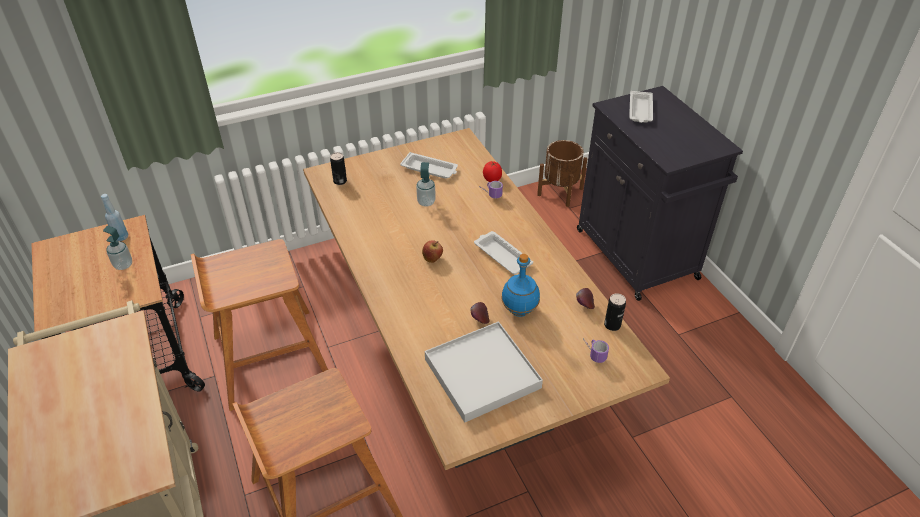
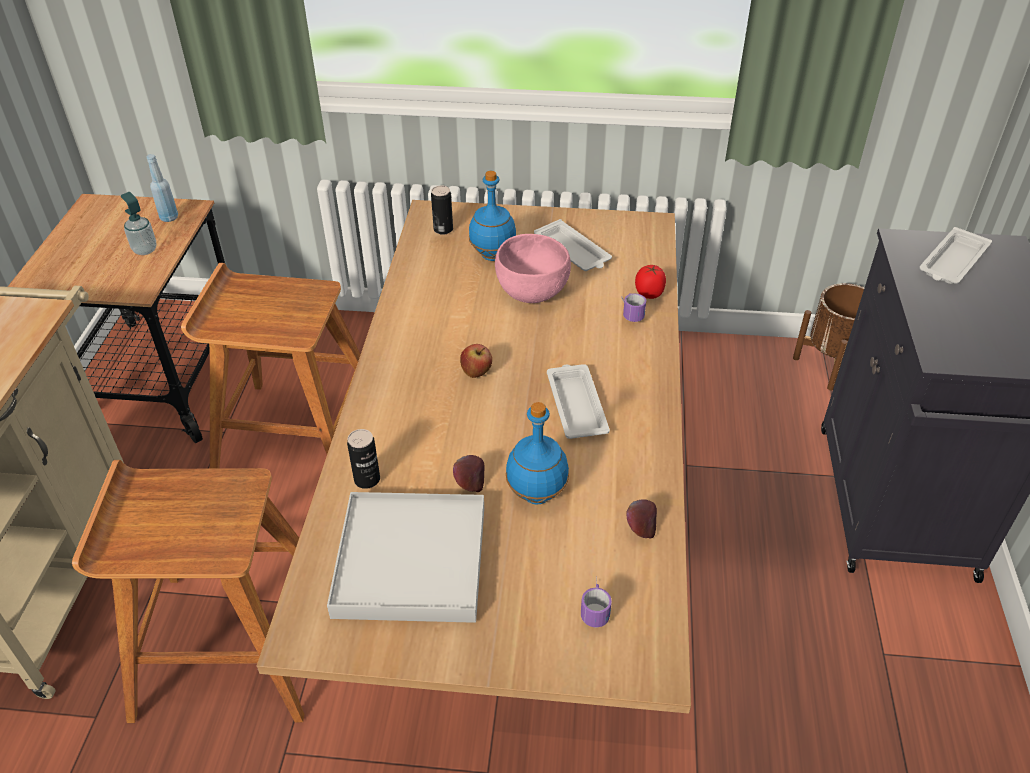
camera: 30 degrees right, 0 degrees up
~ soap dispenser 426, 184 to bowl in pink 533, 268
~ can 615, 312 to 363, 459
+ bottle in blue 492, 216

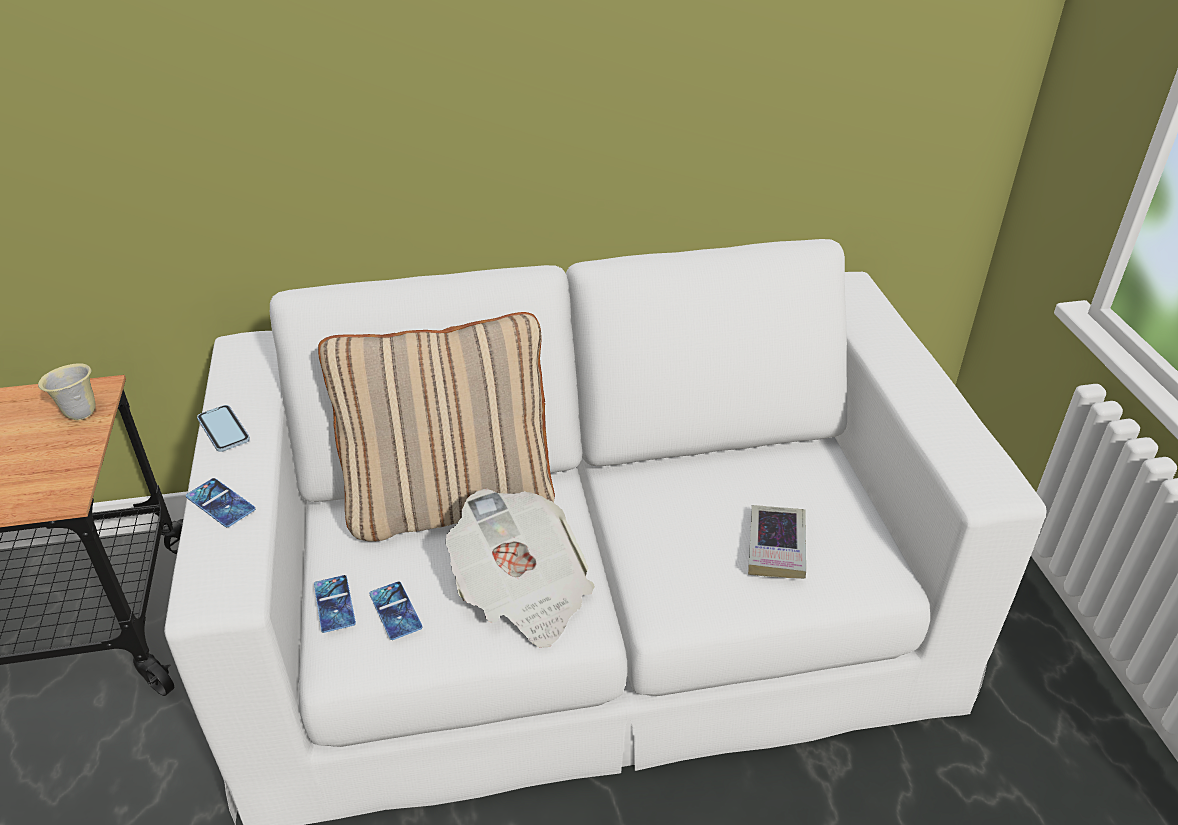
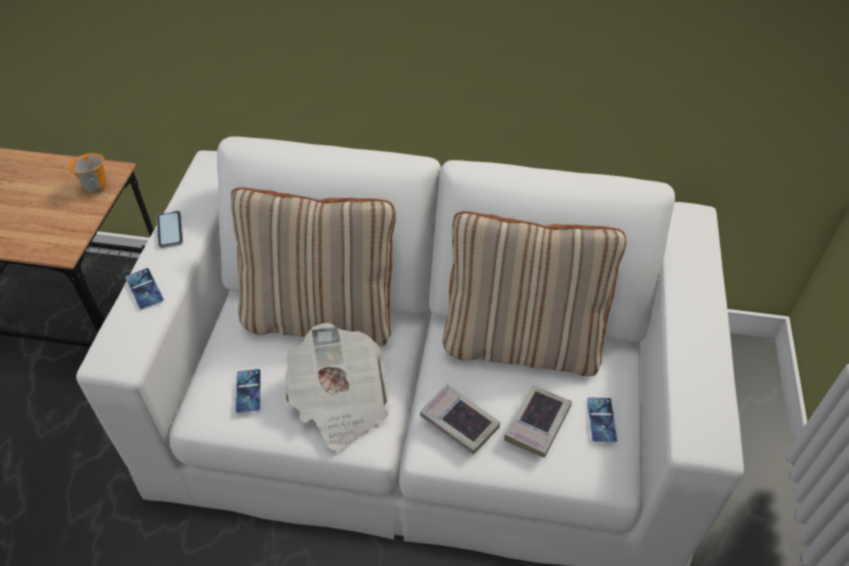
camera: 20 degrees right, 10 degrees up
~ mug in beige 67, 391 to mug in orange 87, 173
~ phone 335, 604 to 602, 419
+ pillow in beige 534, 293
+ book 460, 419

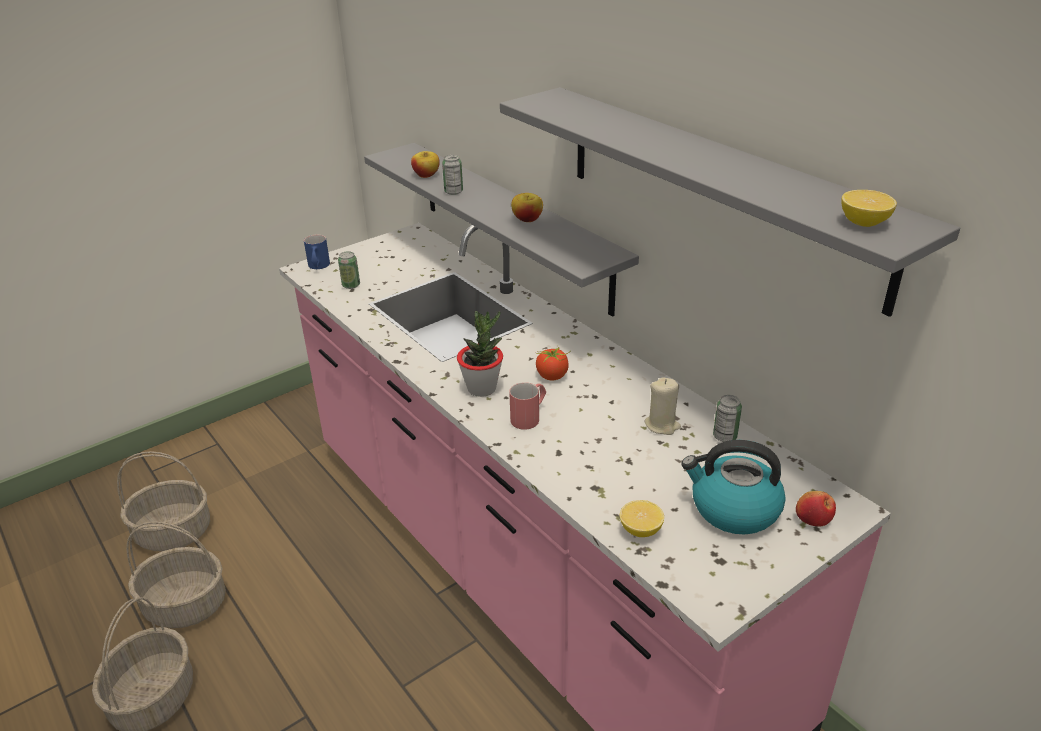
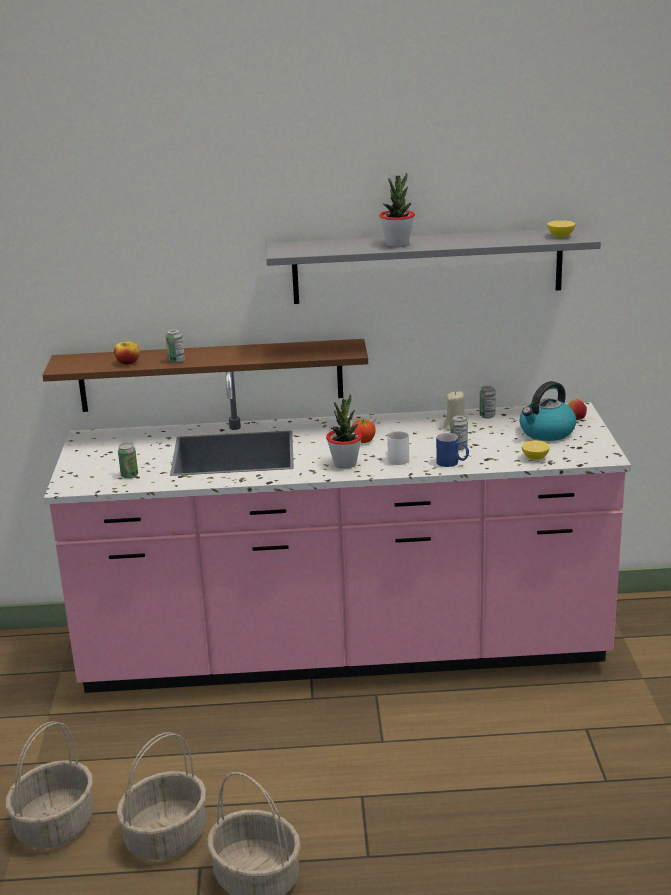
camera: 55 degrees left, 10 degrees down
~ shelf in grey 501, 230 to shelf in brown 205, 375
- apple 527, 207
~ mug in blue 317, 252 to 452, 450
~ mug in red 527, 406 to mug in white 398, 448
+ potted plant 397, 210
+ can 459, 432

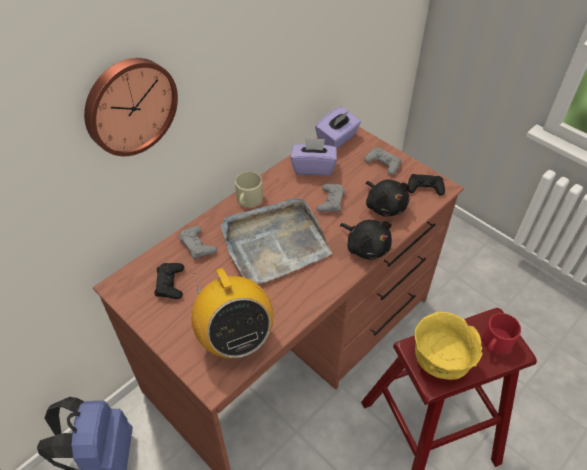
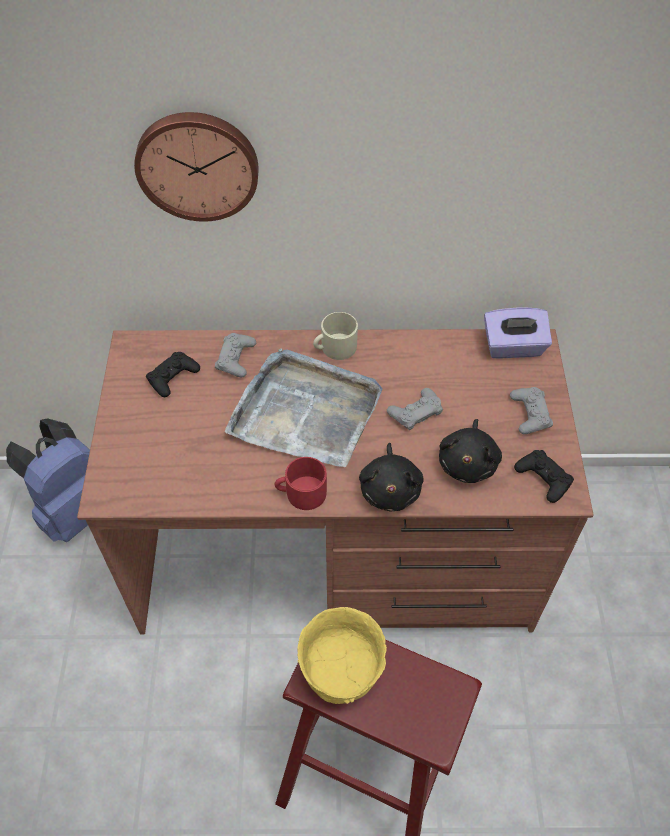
camera: 45 degrees right, 5 degrees up
- tissue box in purple 314, 156
- radio 232, 313
~ mug in red 501, 333 to 301, 483

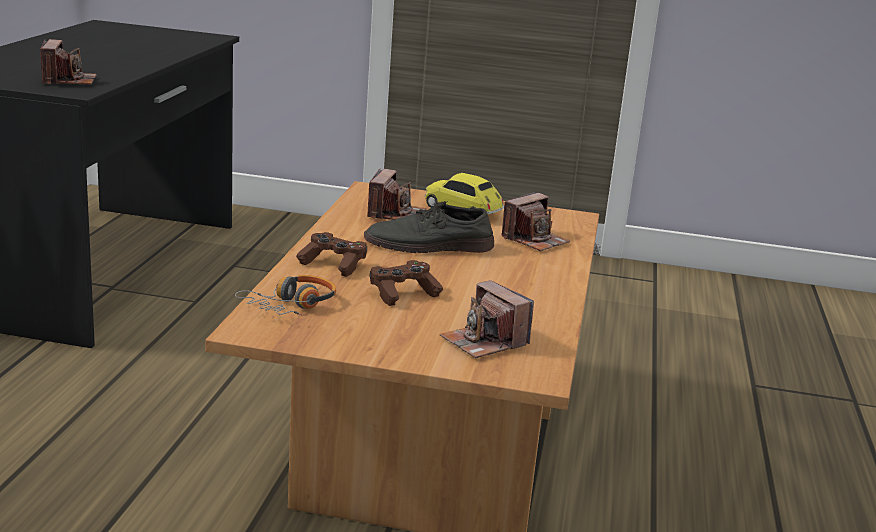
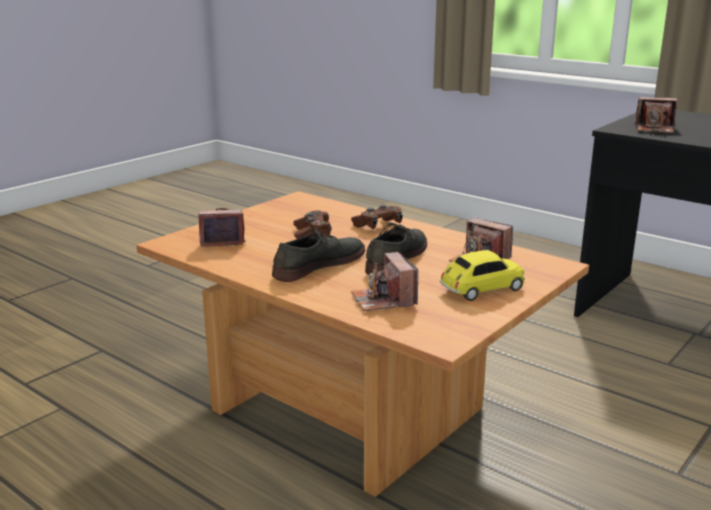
camera: 120 degrees right, 0 degrees up
- headphones 285, 295
+ shoe in grey 318, 255

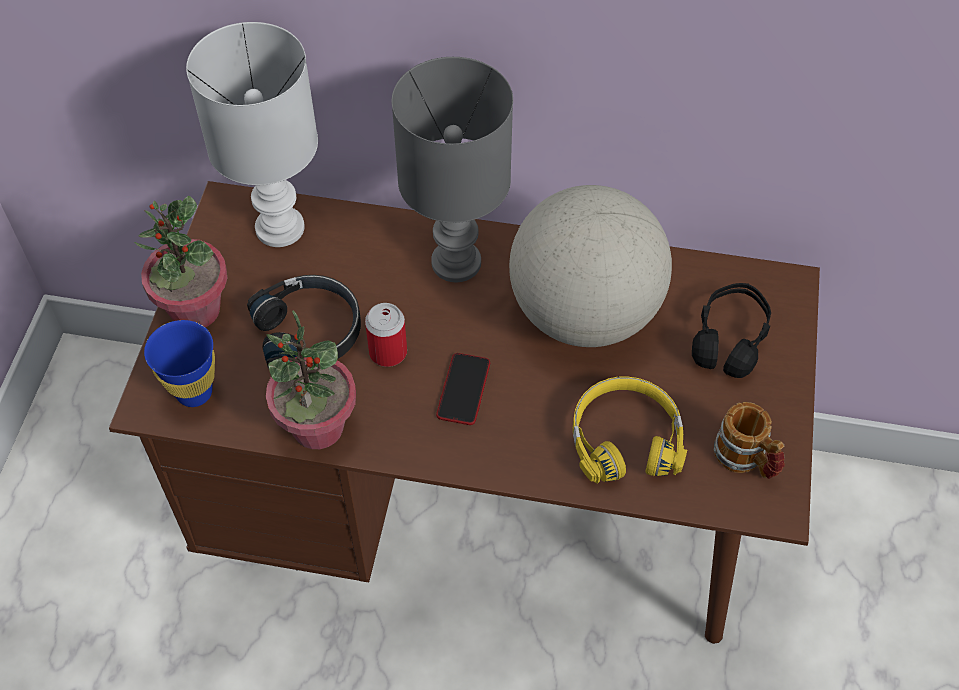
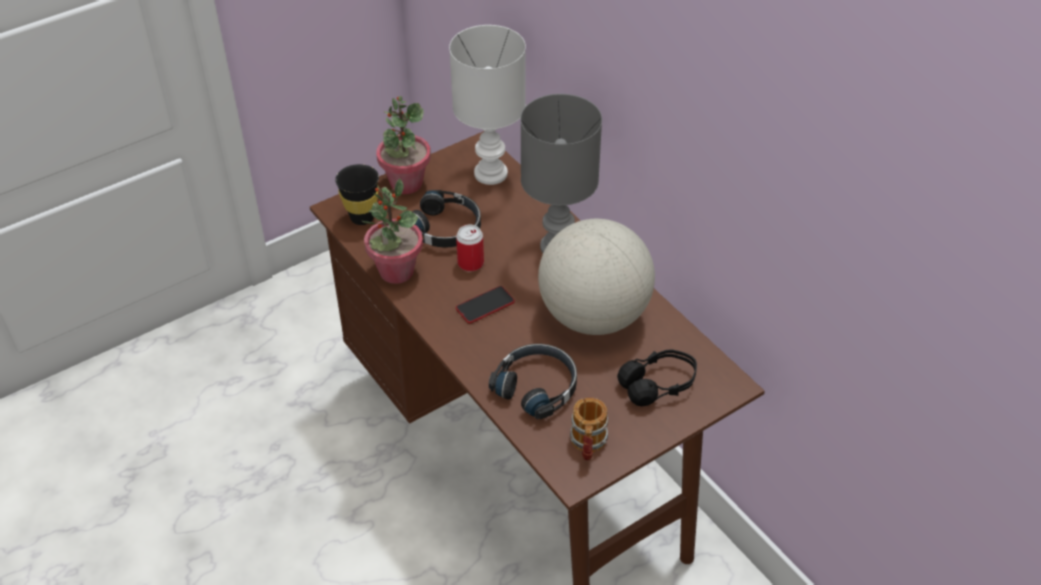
camera: 45 degrees right, 10 degrees down
~ cup in blue 179, 363 to cup in black 357, 194
~ headphones in yellow 630, 429 to headphones in black 533, 381

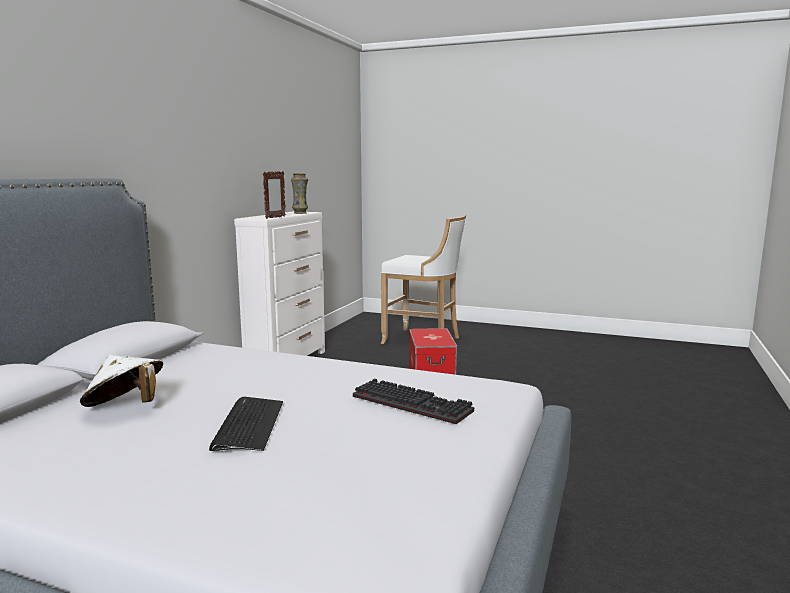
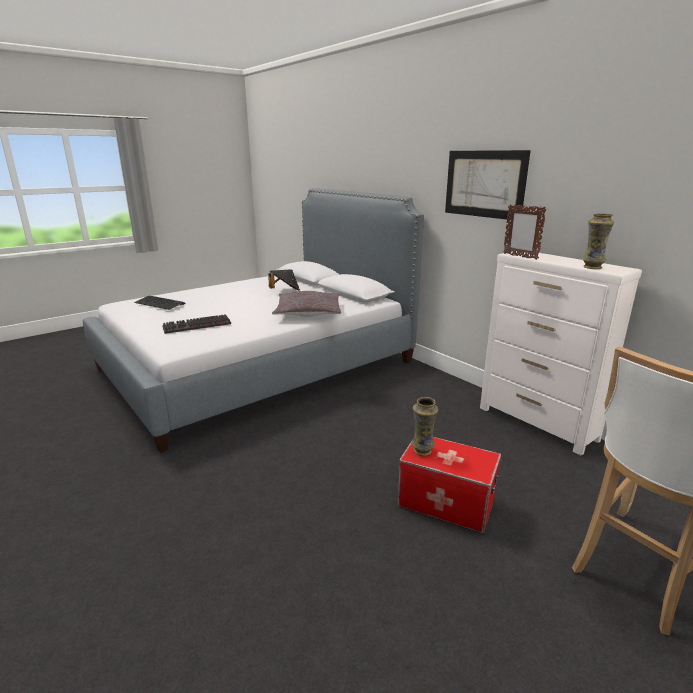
camera: 120 degrees right, 10 degrees up
~ hat in white 121, 381 to hat in black 284, 280
~ keyboard 246, 424 to 160, 303
+ picture 488, 185
+ pillow in grey 306, 303
+ vase 424, 426

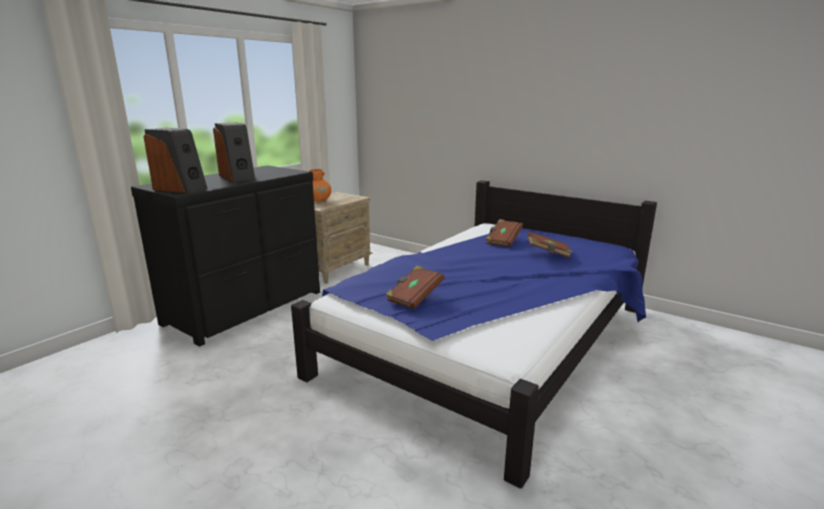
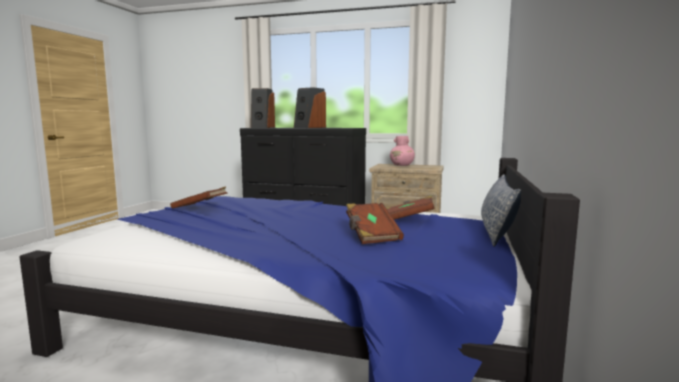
camera: 70 degrees right, 10 degrees down
~ vase in orange 320, 185 to vase in pink 402, 151
+ pillow 501, 210

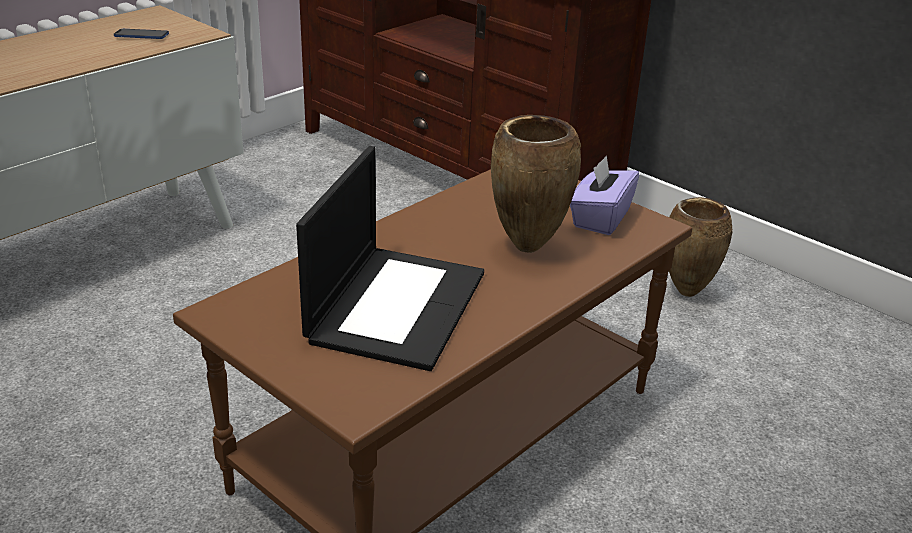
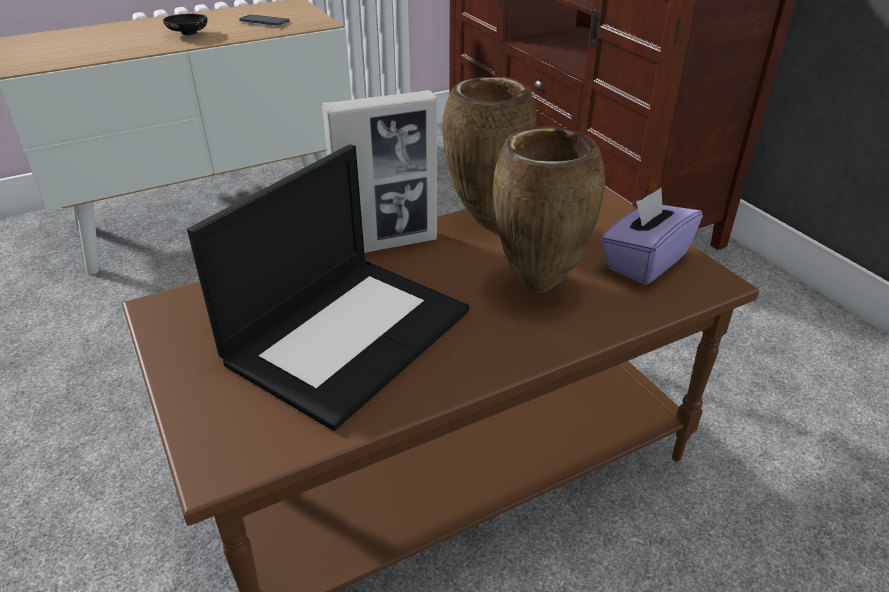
camera: 20 degrees right, 5 degrees up
~ vase in brown 700, 247 to 489, 150
+ bowl in black 185, 24
+ picture frame 379, 171

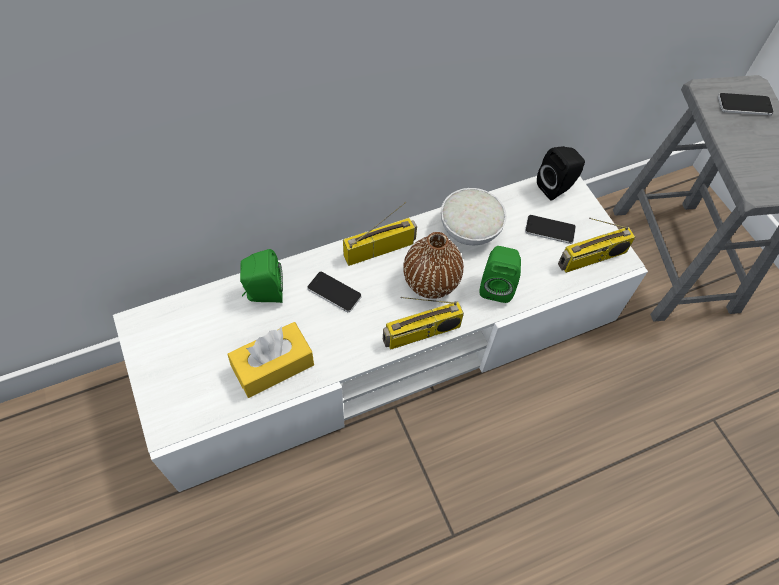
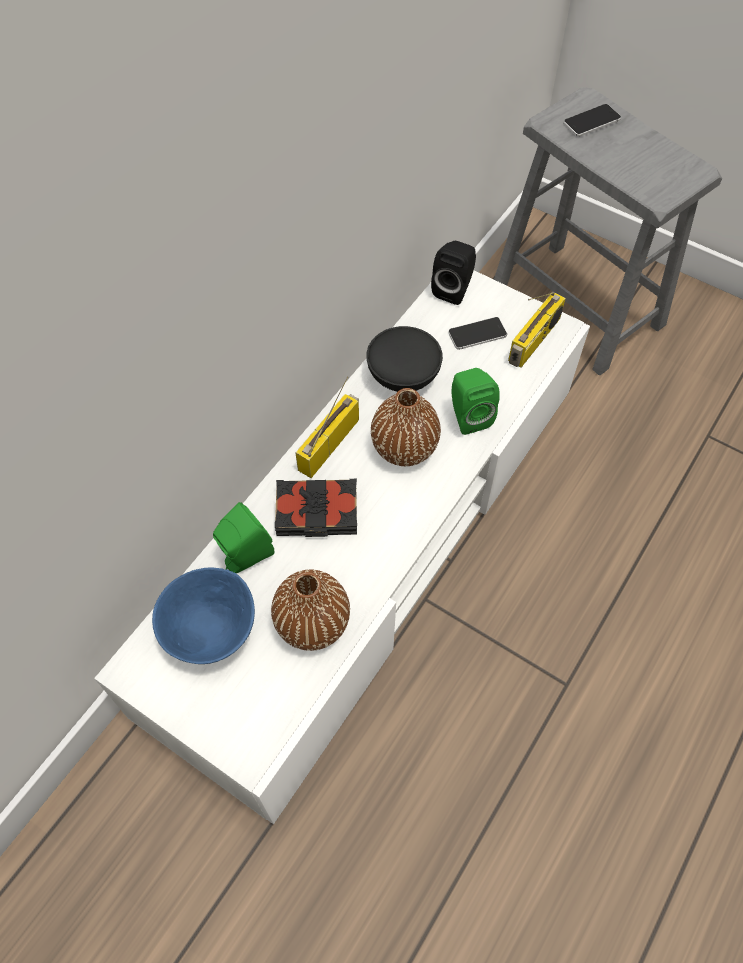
camera: 30 degrees left, 0 degrees up
~ bowl in white 474, 216 to bowl in black 404, 359
~ phone 334, 292 to book in black 316, 508
- radio 423, 323
~ tissue box in yellow 270, 360 to vase in brown 310, 610
+ bowl in blue 203, 615

